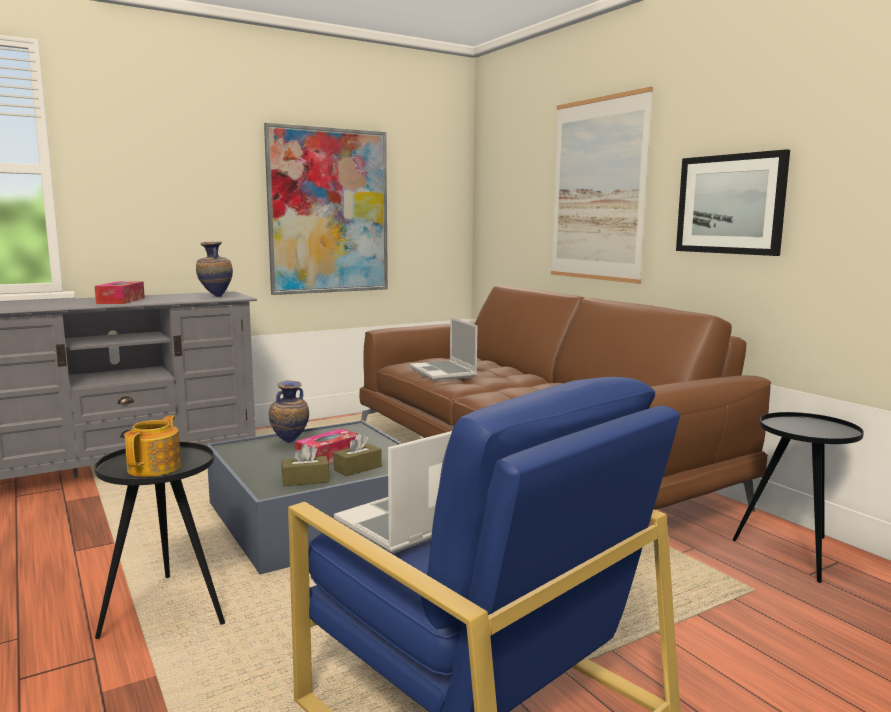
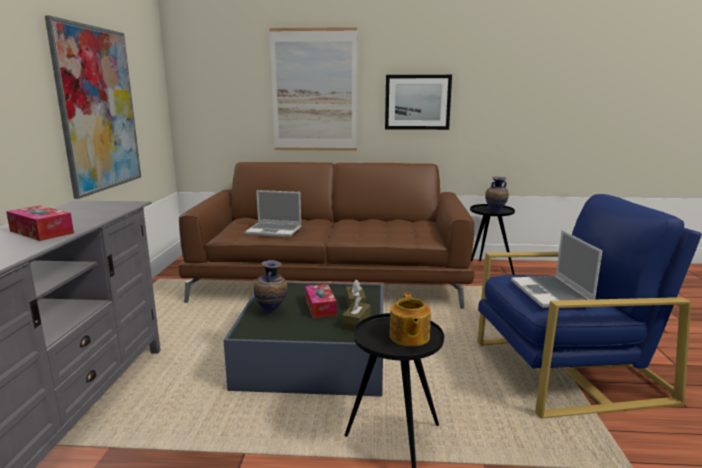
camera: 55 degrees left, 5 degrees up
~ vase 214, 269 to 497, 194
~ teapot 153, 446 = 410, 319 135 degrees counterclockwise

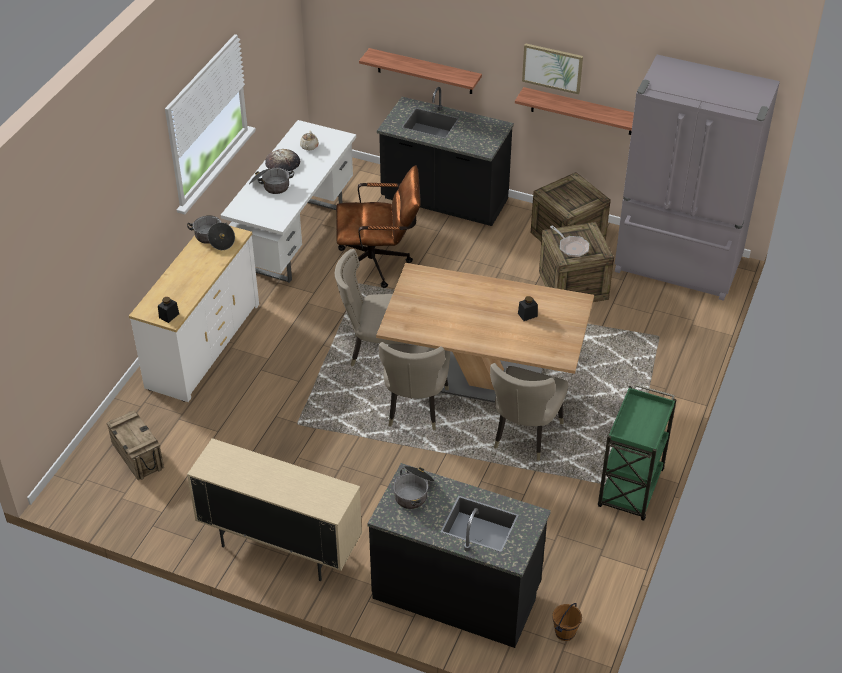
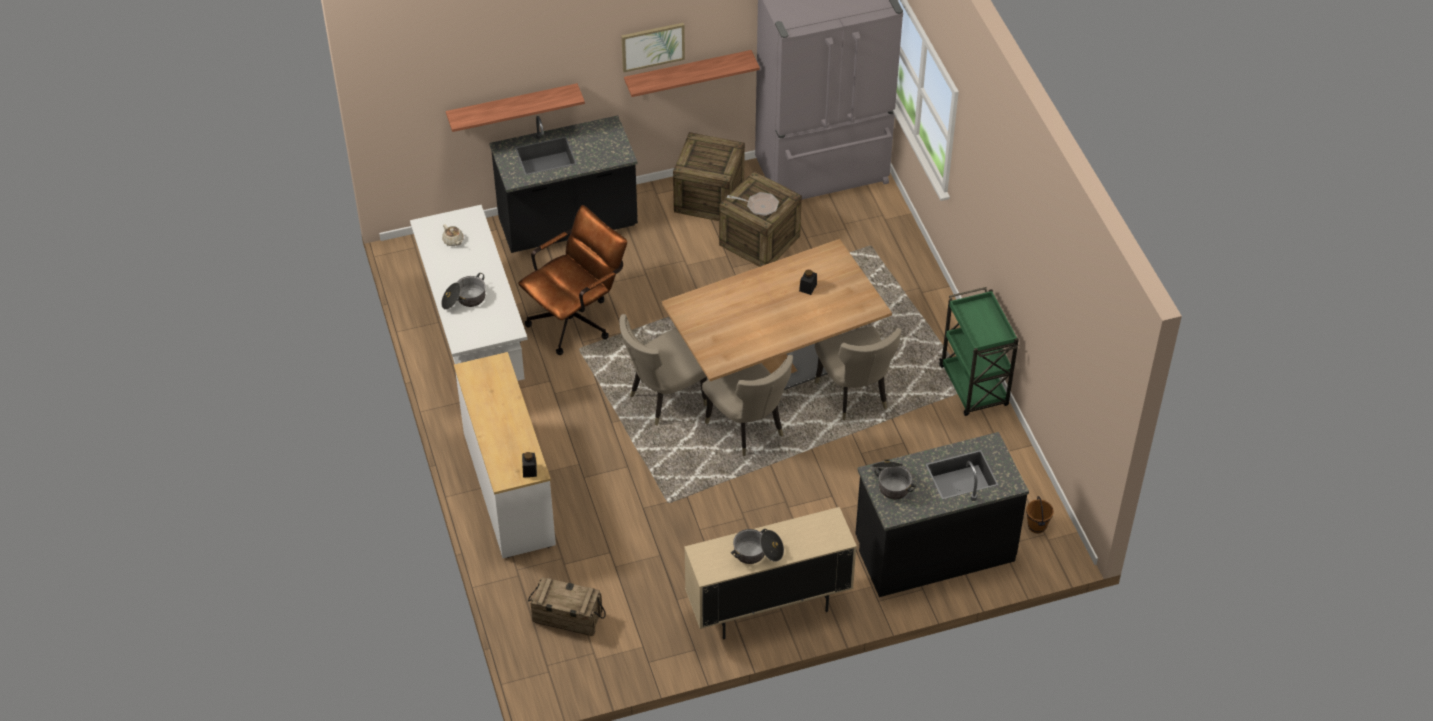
camera: 40 degrees left, 5 degrees up
- bread 282, 160
~ cooking pot 211, 232 to 757, 546

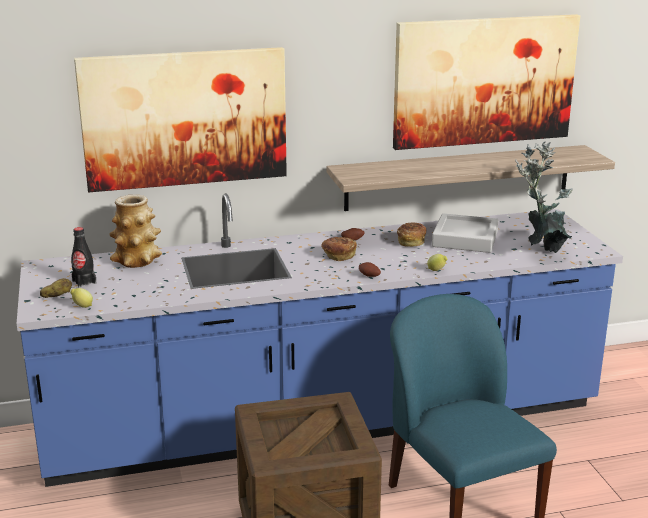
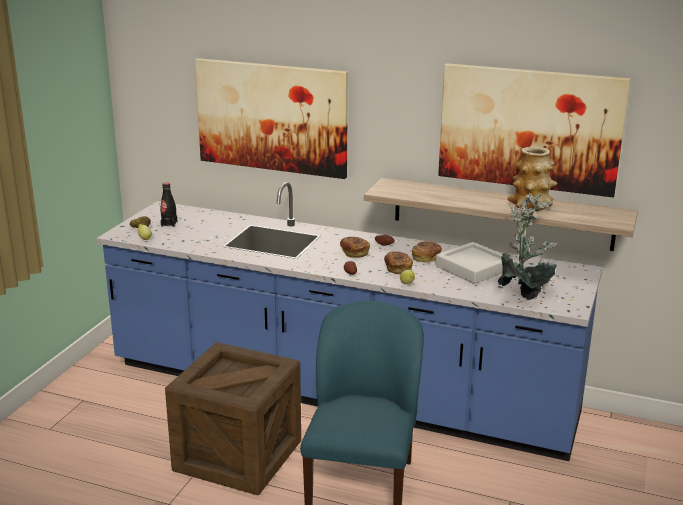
camera: 35 degrees right, 0 degrees up
~ vase 136, 231 to 532, 179
+ bread 398, 262

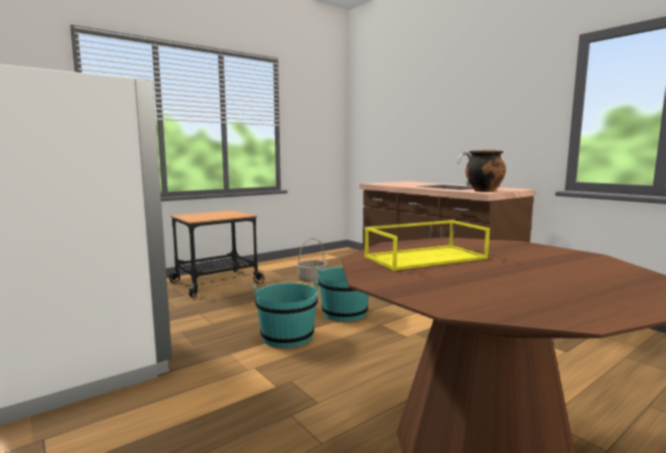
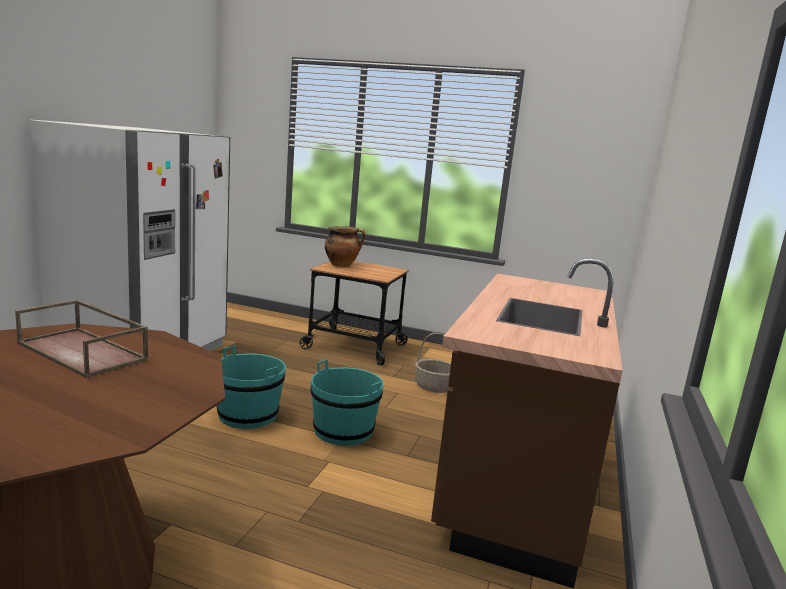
camera: 55 degrees right, 5 degrees up
~ cooking pot 486, 170 to 345, 246
~ tray in yellow 427, 245 to tray in brown 82, 339

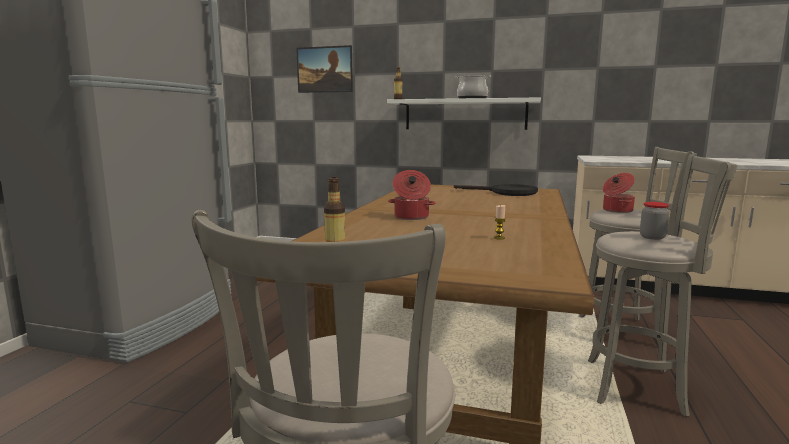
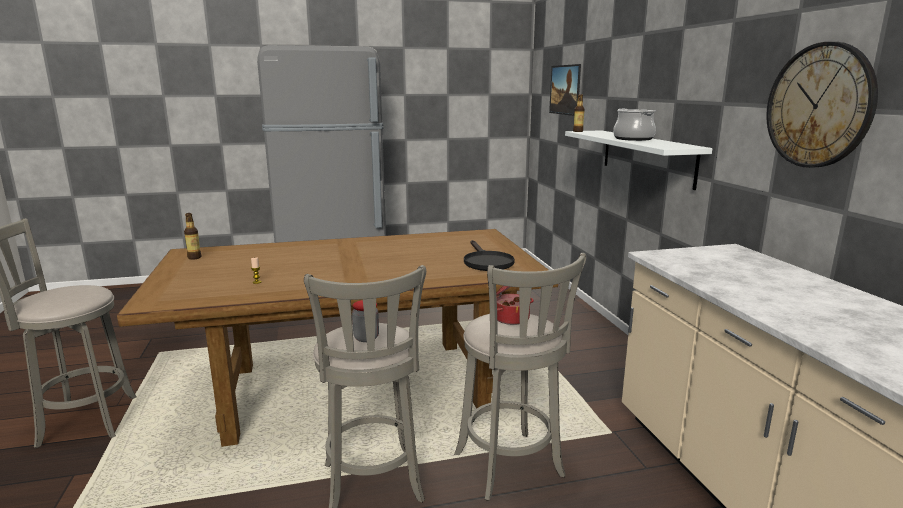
camera: 60 degrees right, 5 degrees up
- cooking pot 412, 195
+ wall clock 822, 105

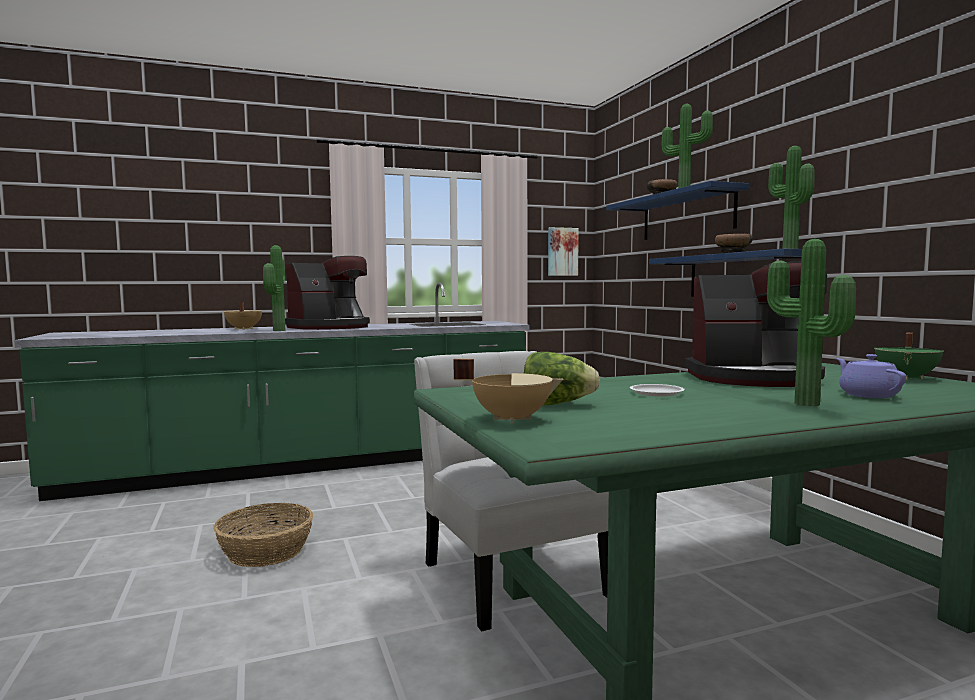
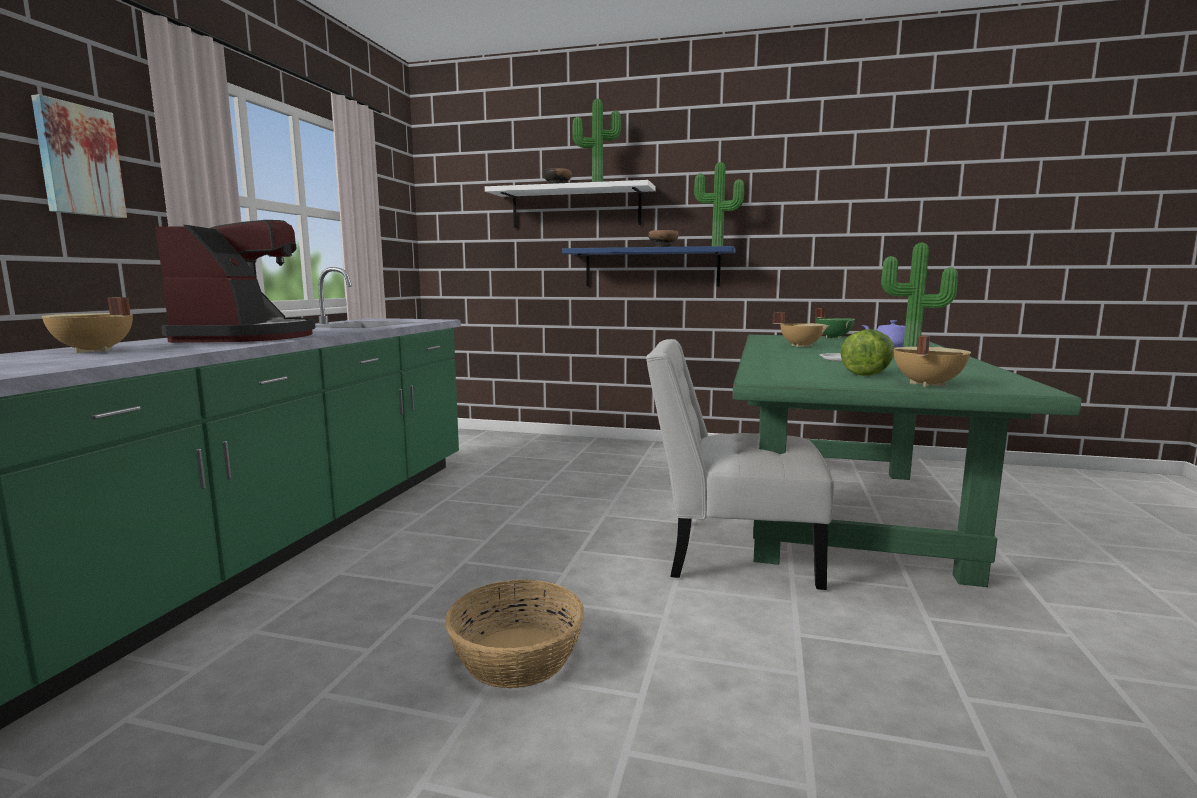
camera: 55 degrees left, 5 degrees up
~ shelf in blue 678, 210 to shelf in white 570, 204
~ picture 563, 251 to 79, 156
- potted plant 274, 288
~ coffee machine 756, 324 to cooking pot in beige 801, 330

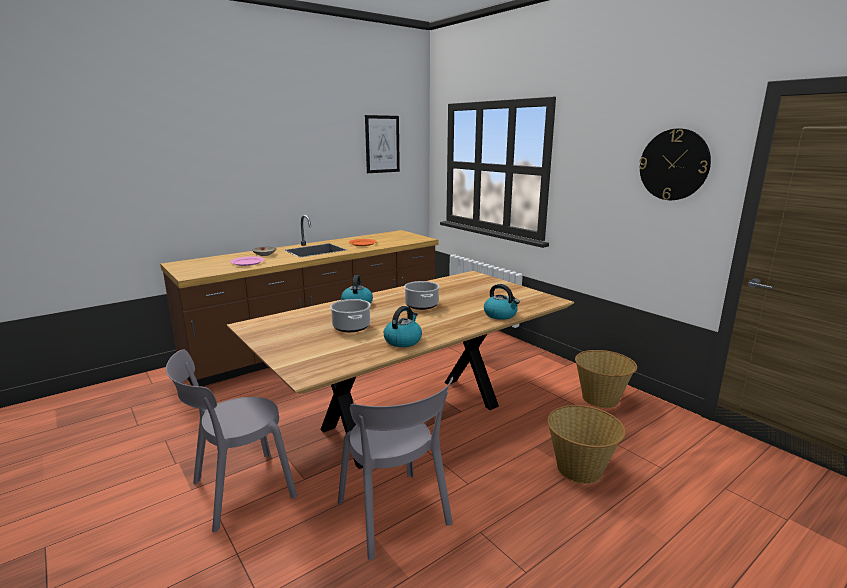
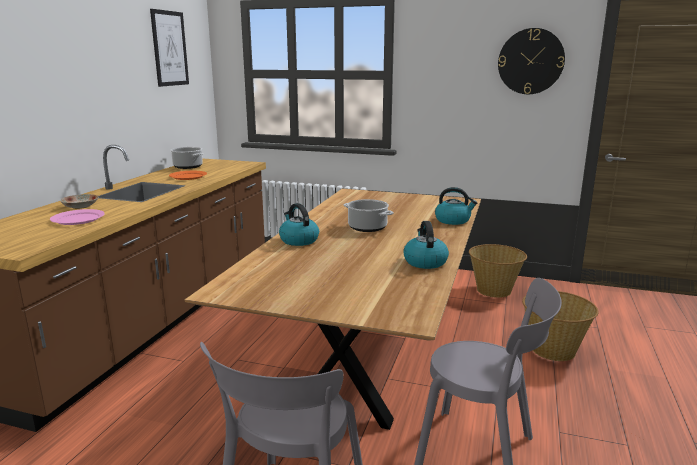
camera: 35 degrees left, 0 degrees up
~ cooking pot 350, 315 to 186, 158

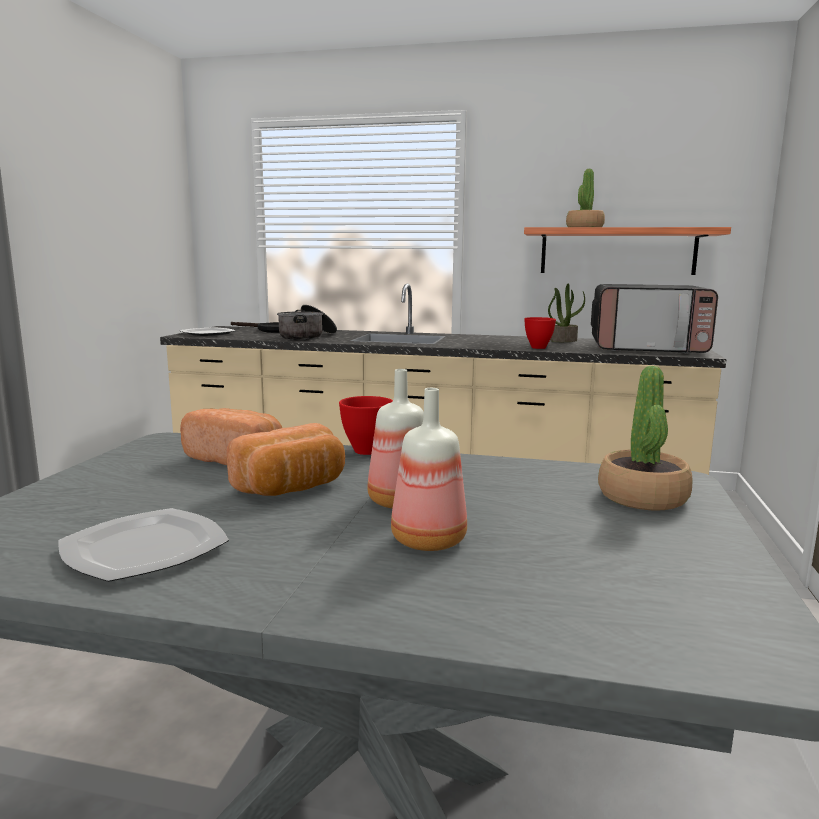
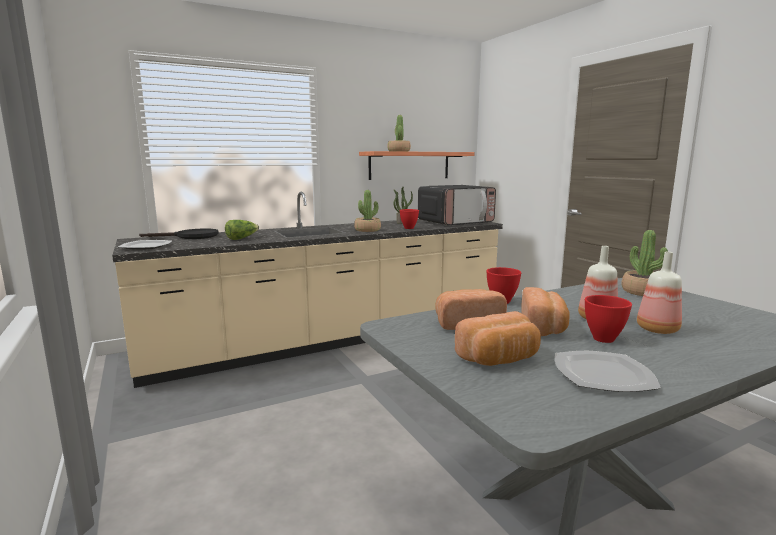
camera: 40 degrees left, 0 degrees up
~ cooking pot 307, 322 to lettuce 242, 230
+ potted plant 367, 211
+ bowl in red 608, 319
+ bread 498, 338

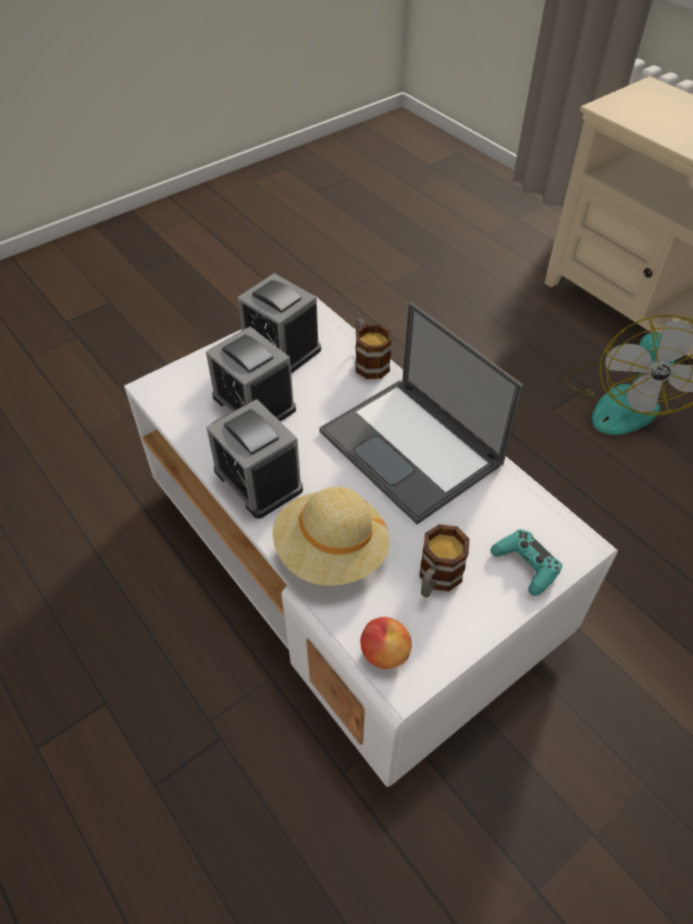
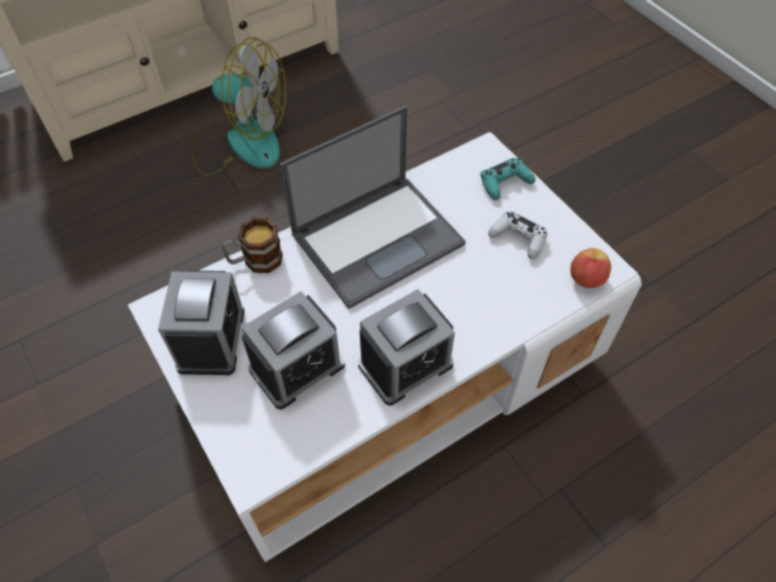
camera: 85 degrees left, 5 degrees up
~ alarm clock 279, 323 = 201, 322 45 degrees counterclockwise
- hat in beige 330, 536
~ mug 444, 561 to game controller in white 518, 235

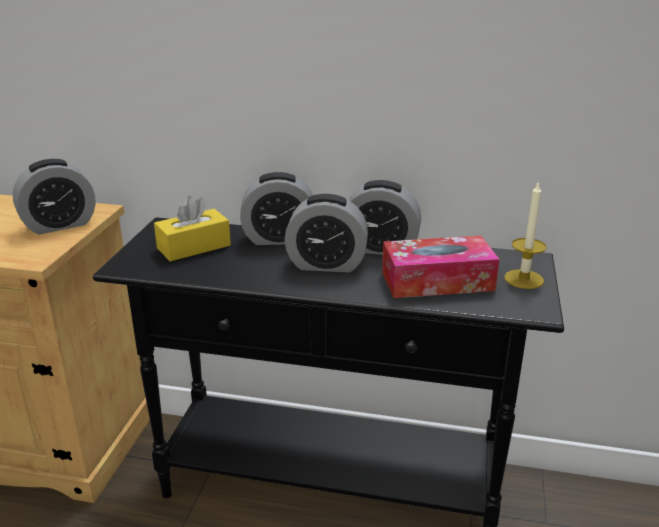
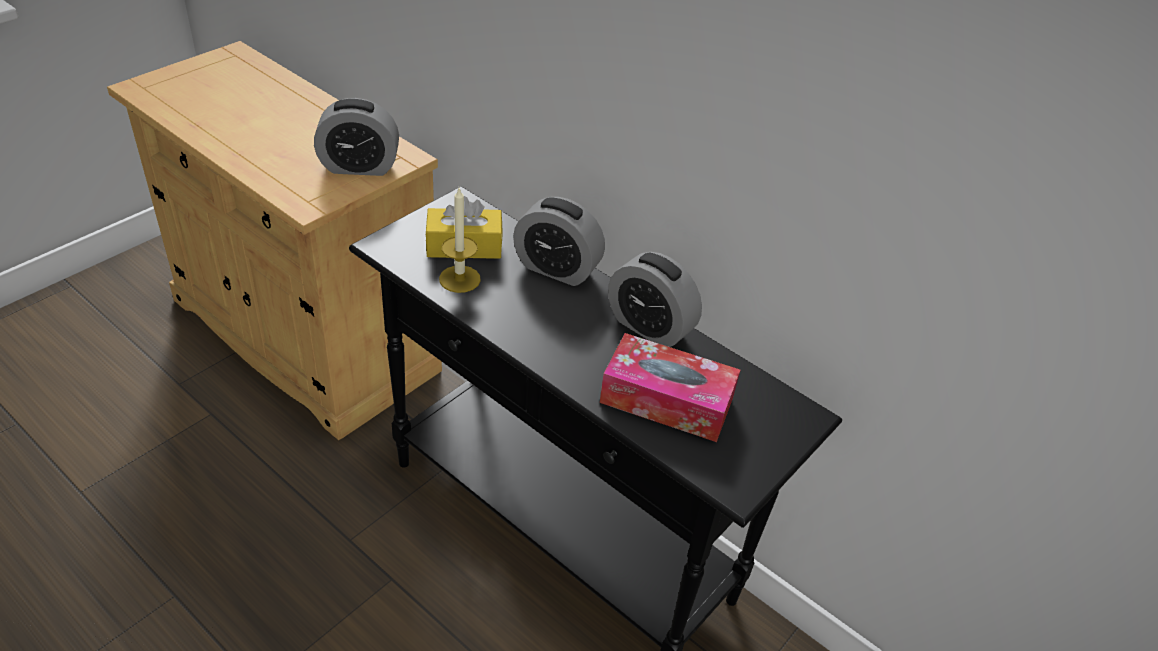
camera: 25 degrees right, 15 degrees up
~ candle 525, 235 to 460, 240
- alarm clock 326, 233

